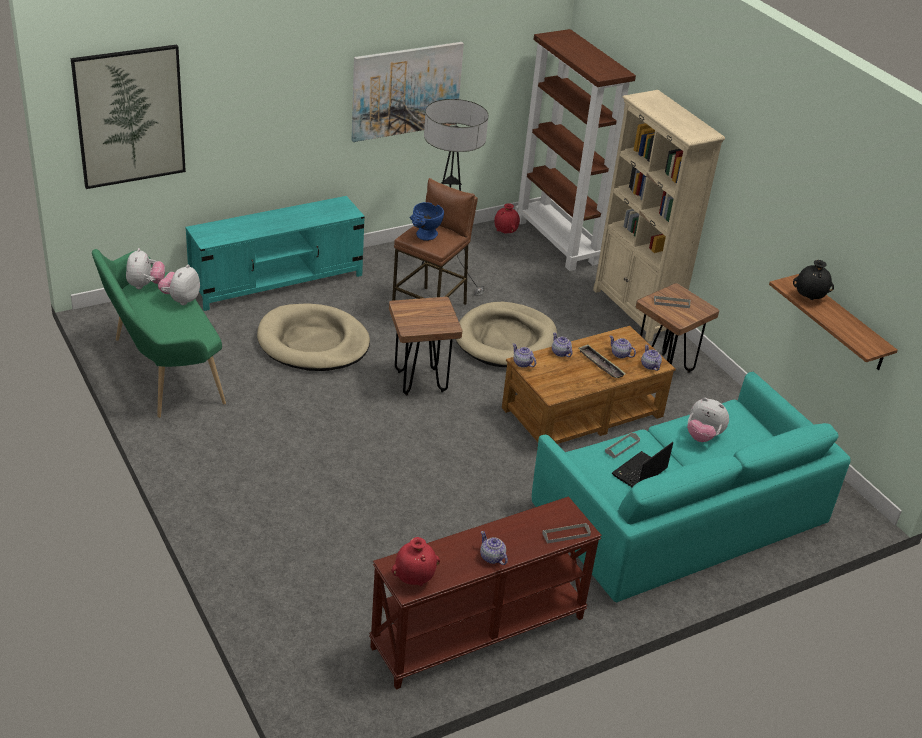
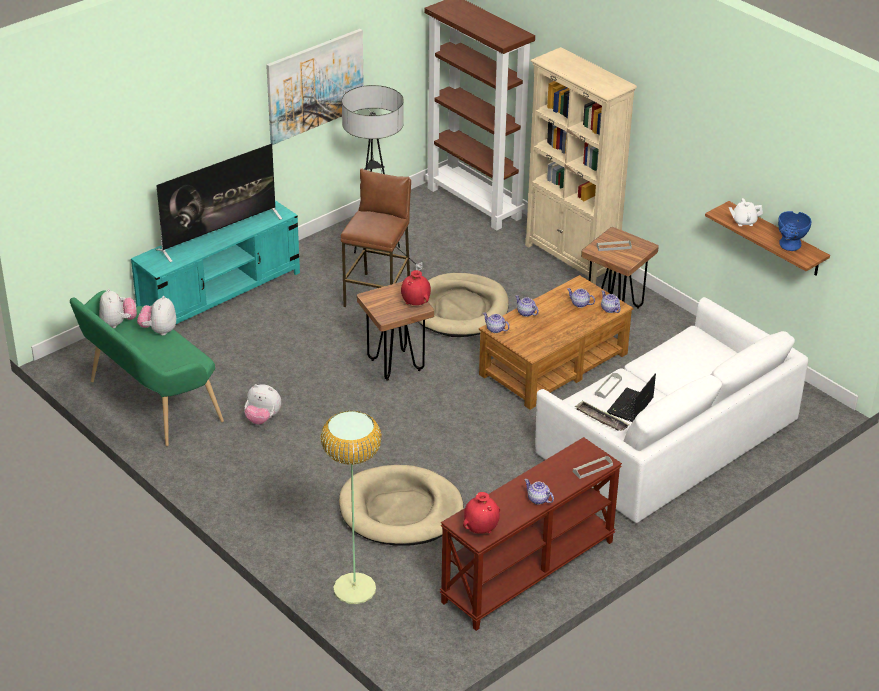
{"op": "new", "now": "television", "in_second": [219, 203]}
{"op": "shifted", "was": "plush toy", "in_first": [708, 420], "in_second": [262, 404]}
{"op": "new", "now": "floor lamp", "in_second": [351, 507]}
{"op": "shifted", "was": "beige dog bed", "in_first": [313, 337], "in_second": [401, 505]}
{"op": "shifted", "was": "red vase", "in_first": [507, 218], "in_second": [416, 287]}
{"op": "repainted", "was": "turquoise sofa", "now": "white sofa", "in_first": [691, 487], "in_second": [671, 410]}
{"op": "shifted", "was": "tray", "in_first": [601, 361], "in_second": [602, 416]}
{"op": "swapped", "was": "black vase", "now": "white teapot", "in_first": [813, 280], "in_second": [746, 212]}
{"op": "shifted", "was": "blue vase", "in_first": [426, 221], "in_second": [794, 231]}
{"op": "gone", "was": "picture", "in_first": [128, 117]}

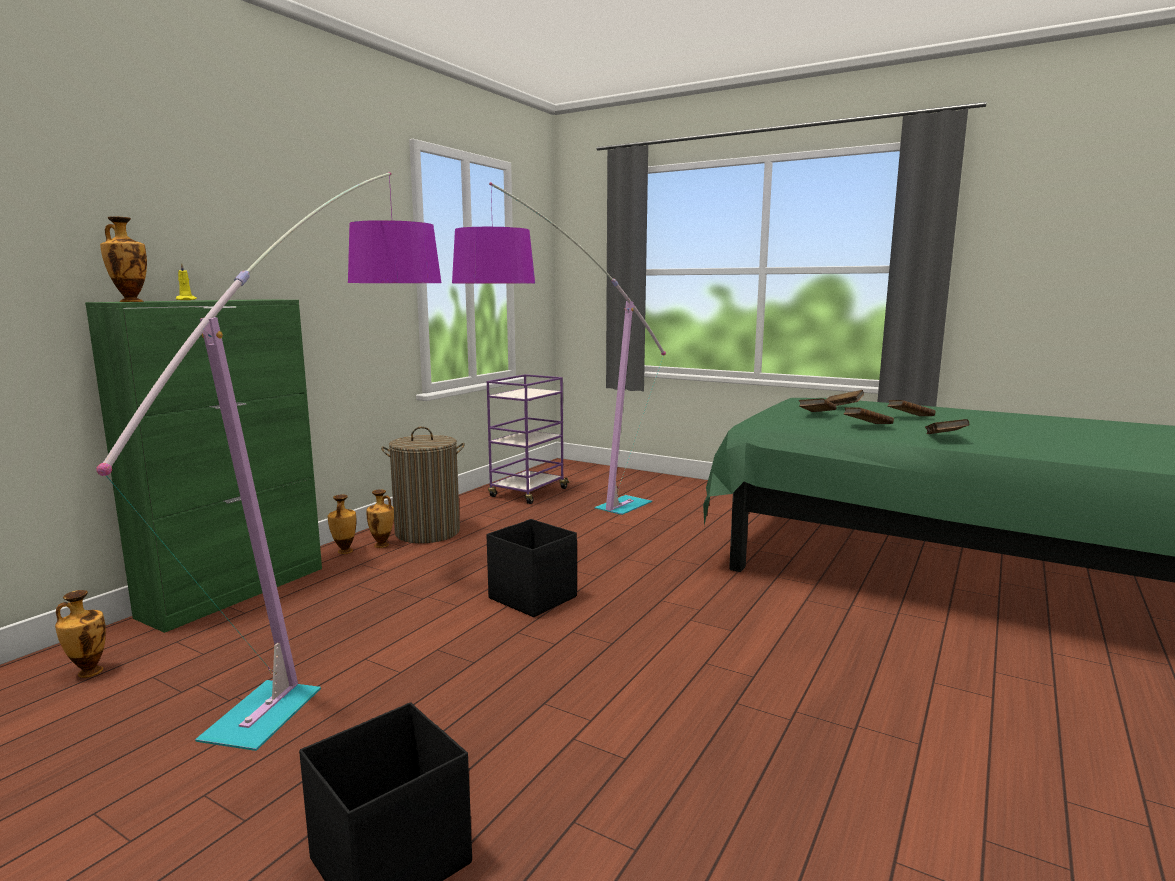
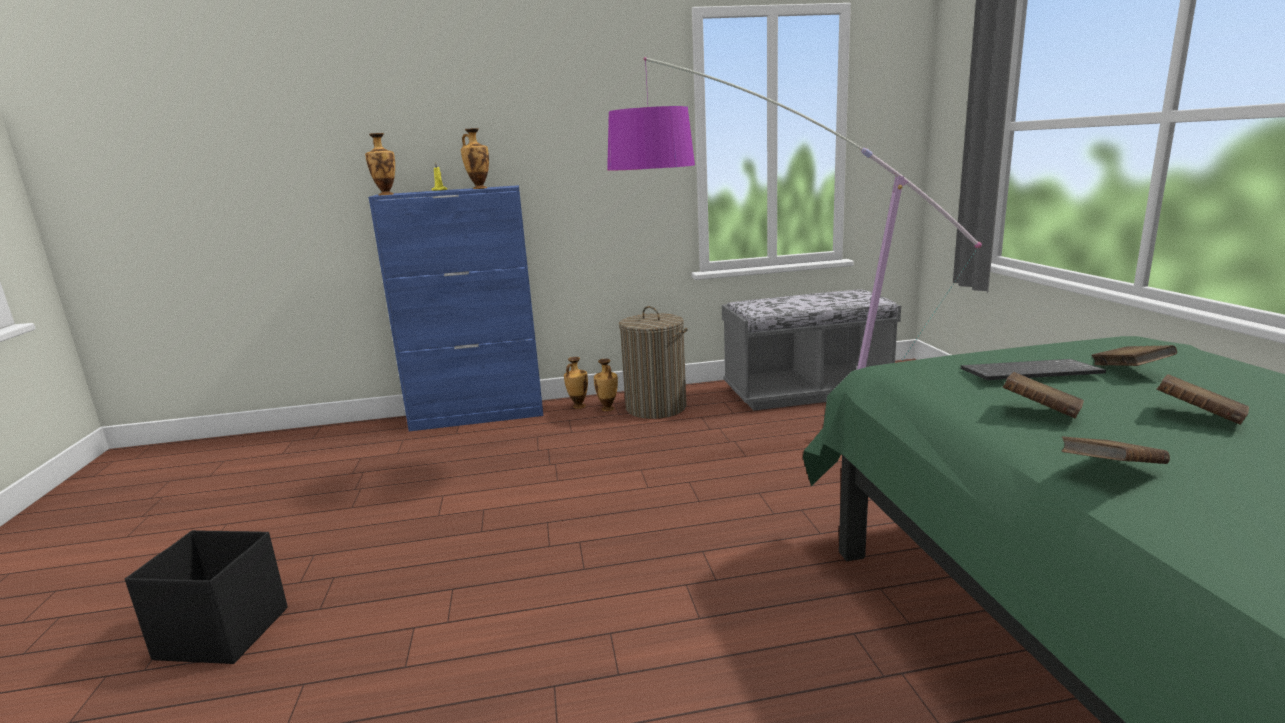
{"op": "repainted", "was": "green cabinet", "now": "blue cabinet", "in_first": [203, 466], "in_second": [455, 308]}
{"op": "shifted", "was": "vase", "in_first": [80, 634], "in_second": [475, 158]}
{"op": "swapped", "was": "purple cart", "now": "grey bench", "in_first": [528, 439], "in_second": [811, 350]}
{"op": "swapped", "was": "brown book", "now": "keyboard", "in_first": [818, 405], "in_second": [1033, 369]}
{"op": "gone", "was": "floor lamp", "in_first": [268, 461]}
{"op": "gone", "was": "black storage box", "in_first": [532, 568]}

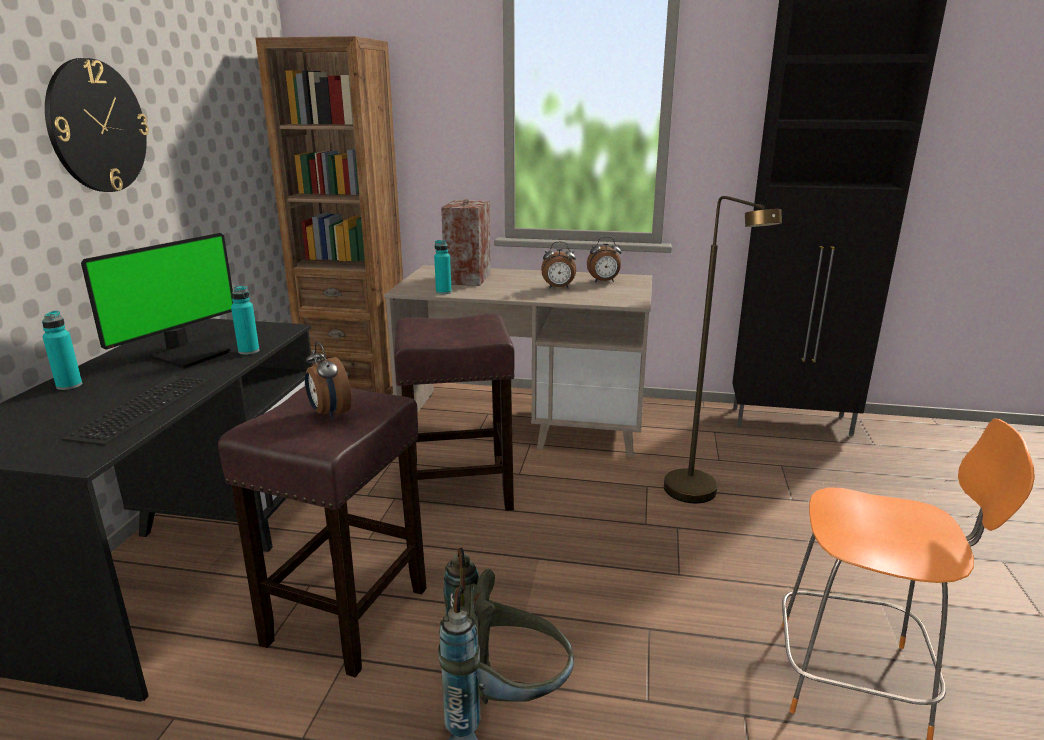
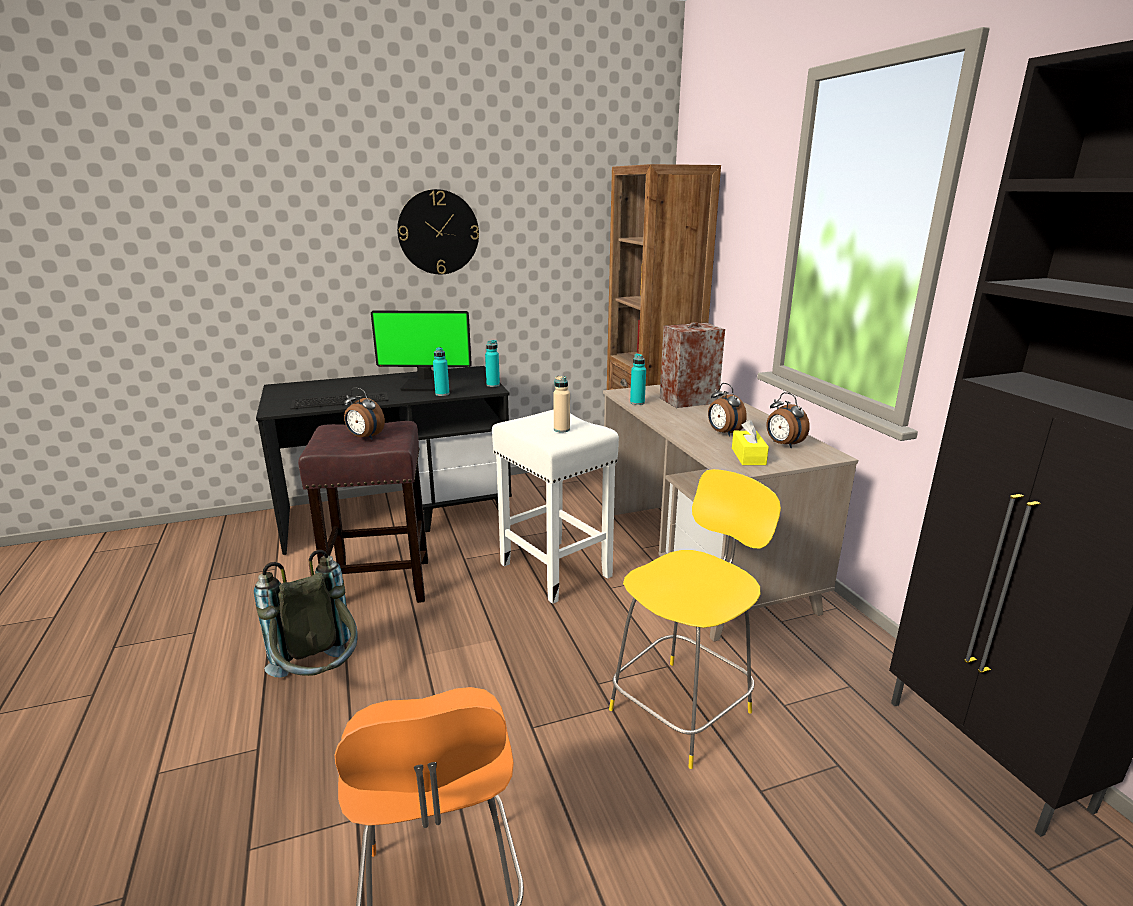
{"op": "rotated", "was": "alarm clock", "in_first": [328, 380], "in_second": [364, 414], "clockwise": -90}
{"op": "shifted", "was": "turquoise bottle", "in_first": [62, 350], "in_second": [492, 363]}
{"op": "repainted", "was": "brown stool", "now": "white stool", "in_first": [454, 412], "in_second": [555, 506]}
{"op": "new", "now": "beige bottle", "in_second": [561, 404]}
{"op": "swapped", "was": "brown floor lamp", "now": "yellow chair", "in_first": [723, 349], "in_second": [695, 619]}
{"op": "new", "now": "yellow tissue box", "in_second": [750, 442]}

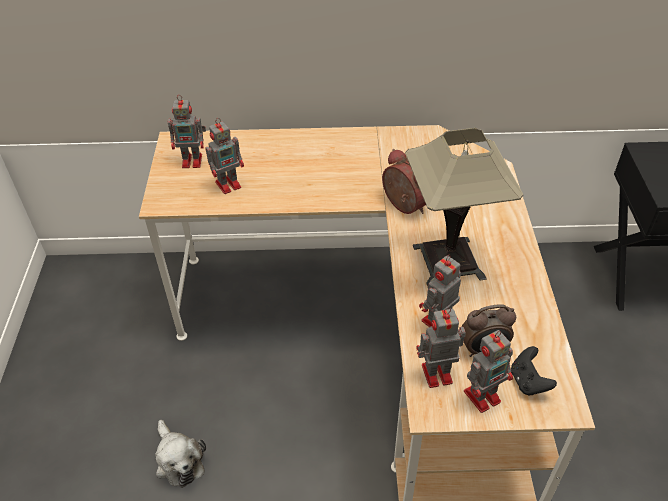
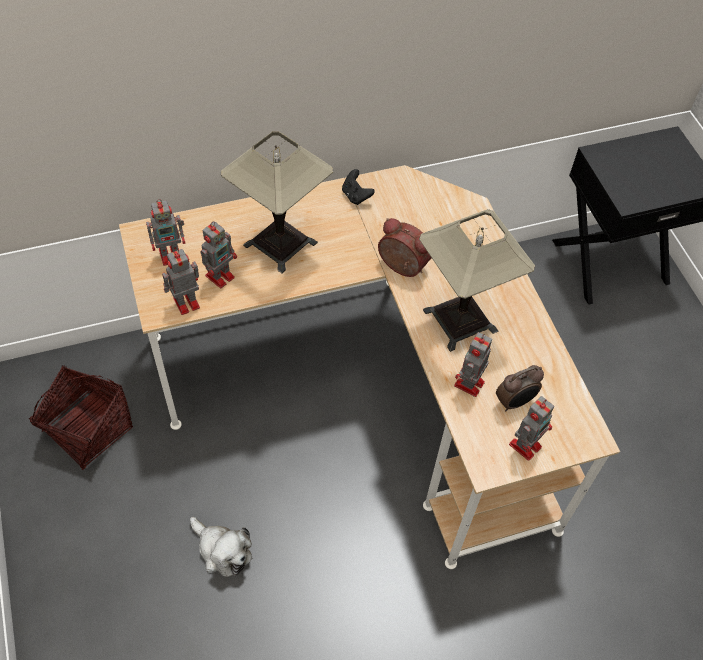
{"op": "new", "now": "basket", "in_second": [81, 417]}
{"op": "shifted", "was": "toy robot", "in_first": [440, 348], "in_second": [181, 282]}
{"op": "new", "now": "table lamp", "in_second": [277, 202]}
{"op": "shifted", "was": "black game controller", "in_first": [534, 371], "in_second": [358, 187]}

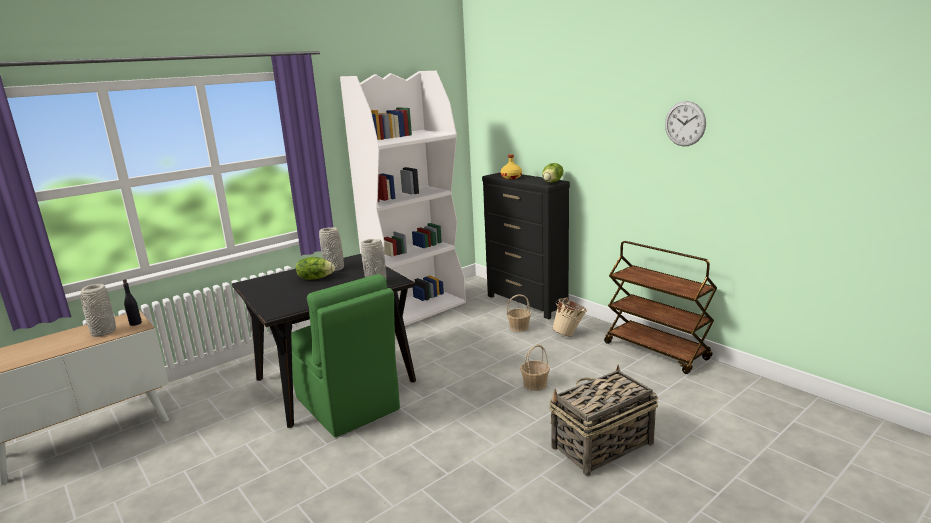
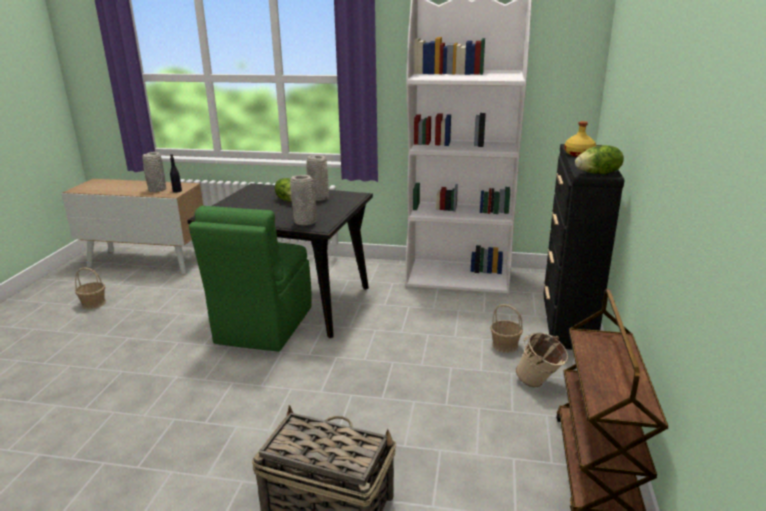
{"op": "shifted", "was": "basket", "in_first": [535, 368], "in_second": [90, 288]}
{"op": "gone", "was": "wall clock", "in_first": [685, 123]}

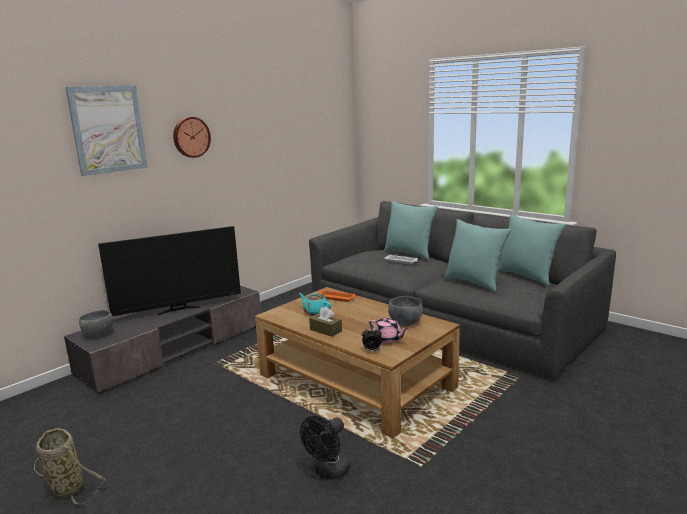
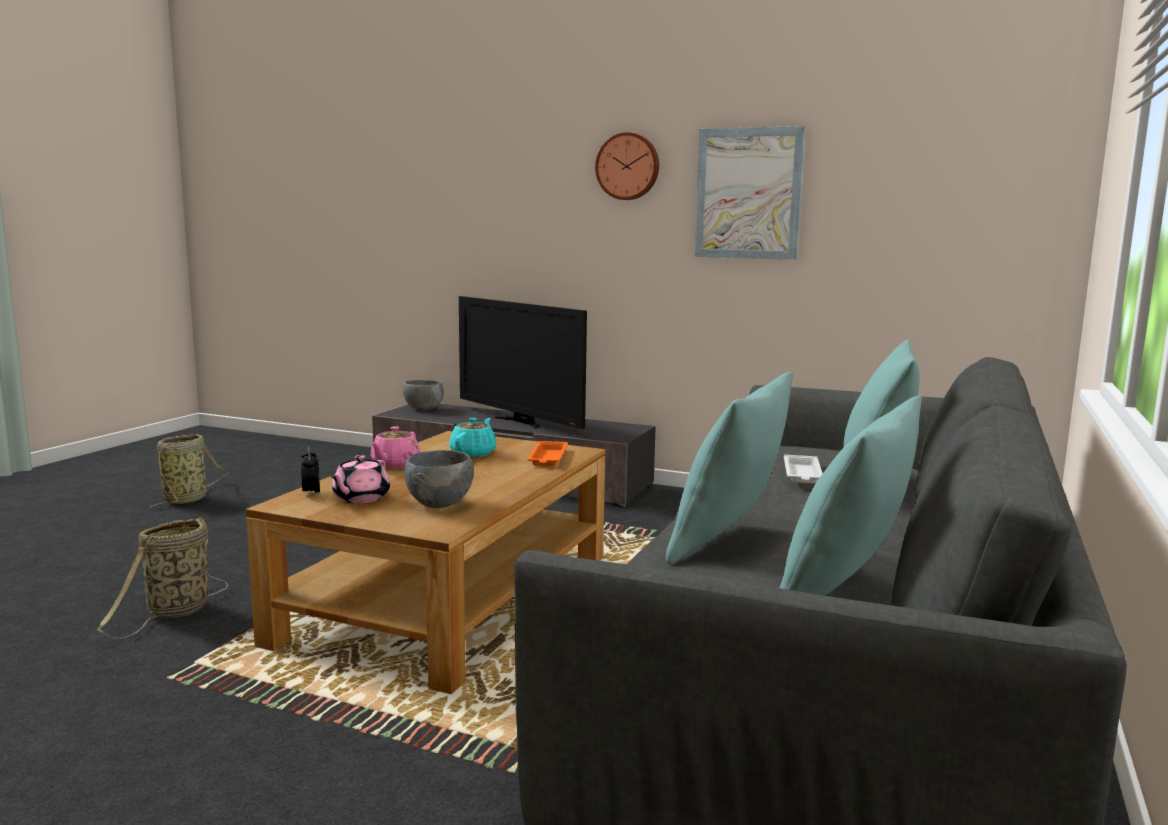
{"op": "swapped", "was": "black fan", "now": "basket", "in_first": [325, 448], "in_second": [162, 577]}
{"op": "swapped", "was": "brown tissue box", "now": "pink teapot", "in_first": [325, 322], "in_second": [395, 447]}
{"op": "shifted", "was": "picture", "in_first": [107, 131], "in_second": [749, 193]}

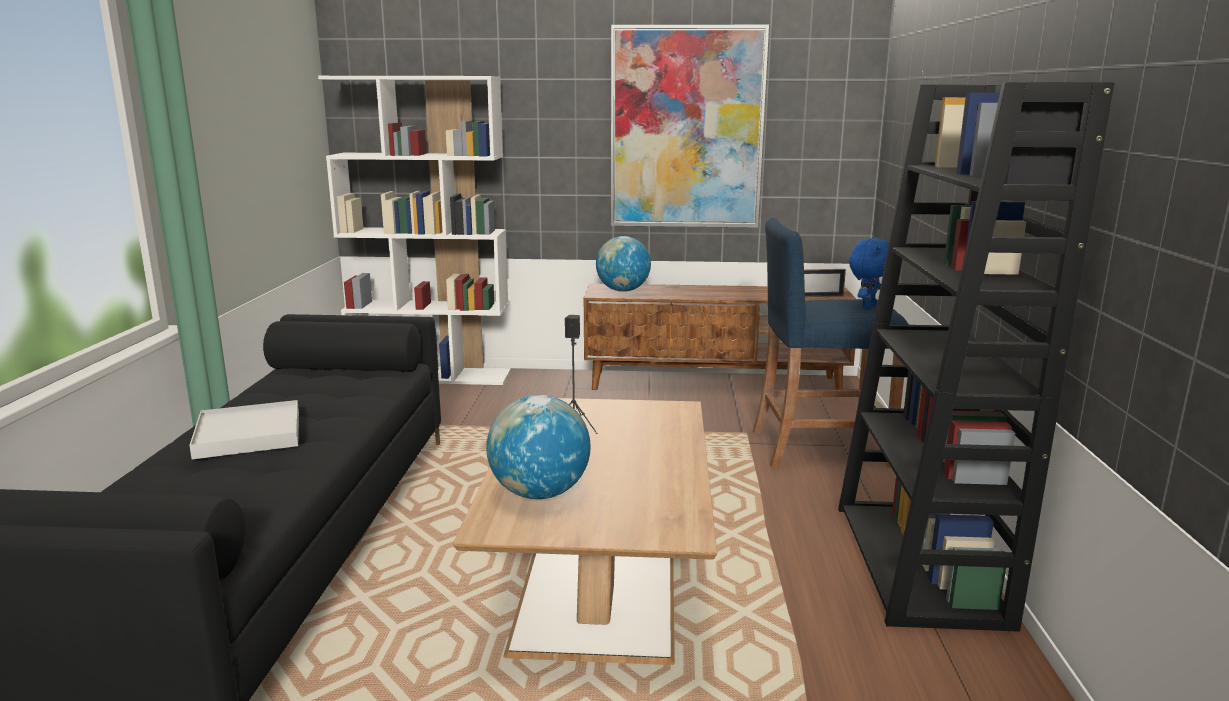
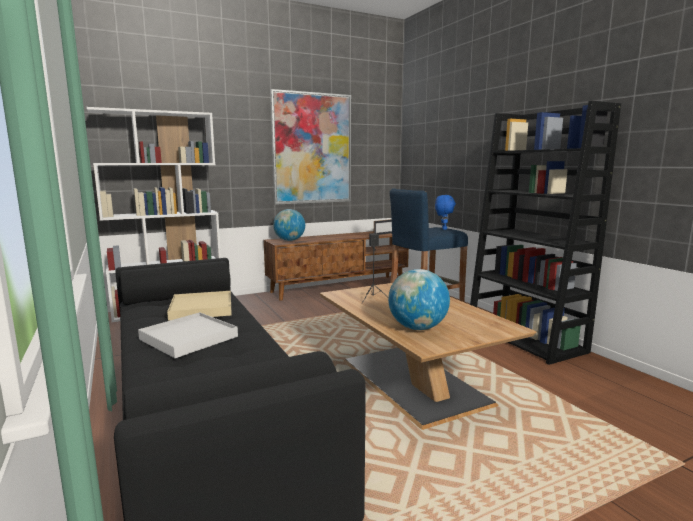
{"op": "new", "now": "beige tray", "in_second": [199, 306]}

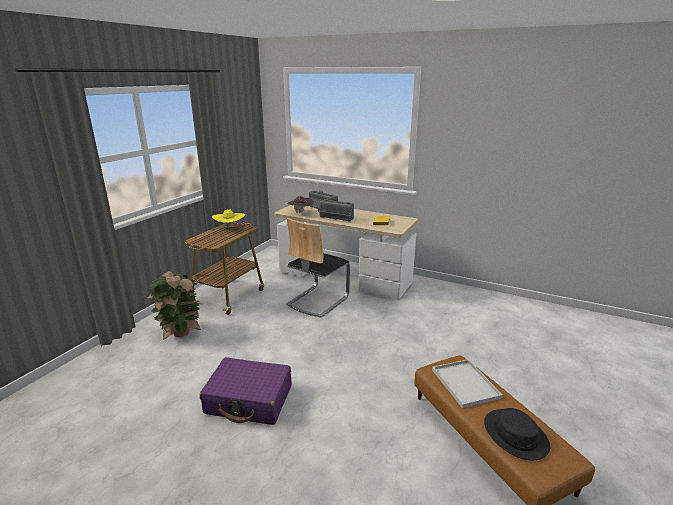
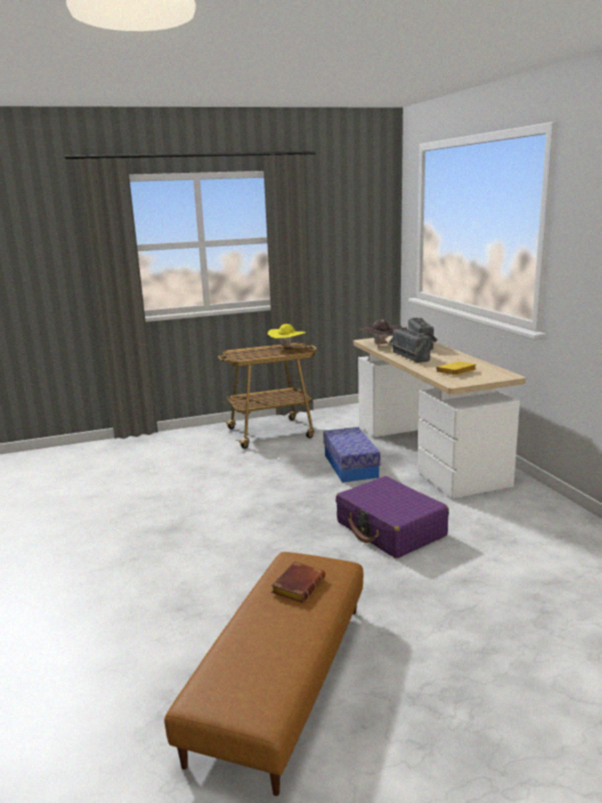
{"op": "swapped", "was": "white tray", "now": "brown book", "in_first": [467, 383], "in_second": [298, 582]}
{"op": "swapped", "was": "chair", "now": "storage box", "in_first": [318, 268], "in_second": [351, 454]}
{"op": "shifted", "was": "purple suitcase", "in_first": [246, 391], "in_second": [392, 517]}
{"op": "gone", "was": "potted plant", "in_first": [173, 305]}
{"op": "gone", "was": "black hat", "in_first": [517, 434]}

